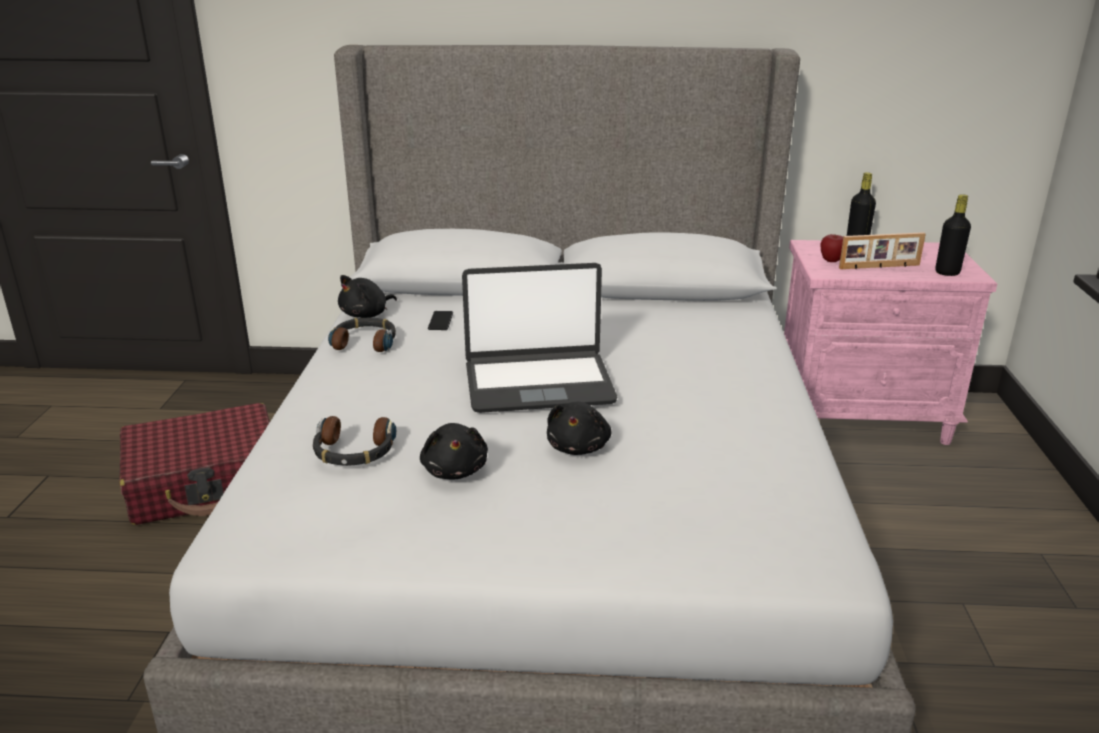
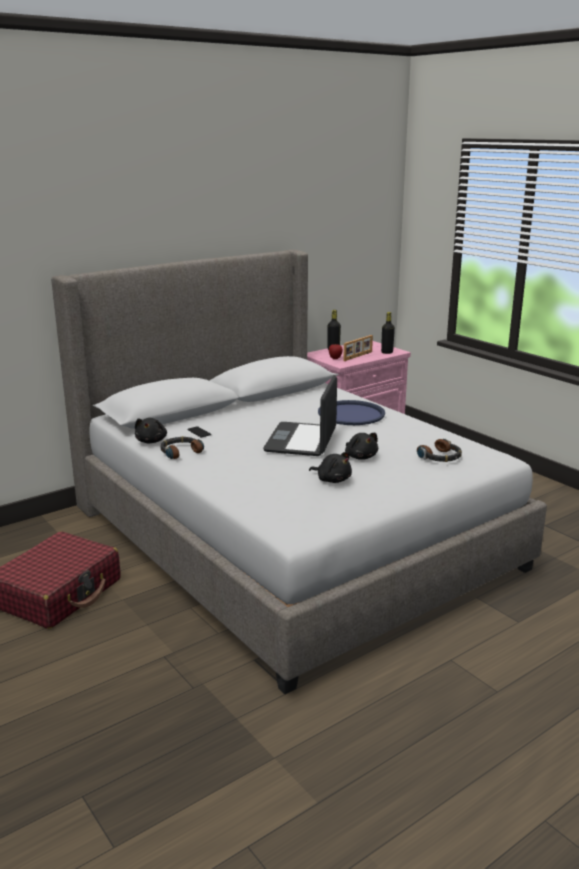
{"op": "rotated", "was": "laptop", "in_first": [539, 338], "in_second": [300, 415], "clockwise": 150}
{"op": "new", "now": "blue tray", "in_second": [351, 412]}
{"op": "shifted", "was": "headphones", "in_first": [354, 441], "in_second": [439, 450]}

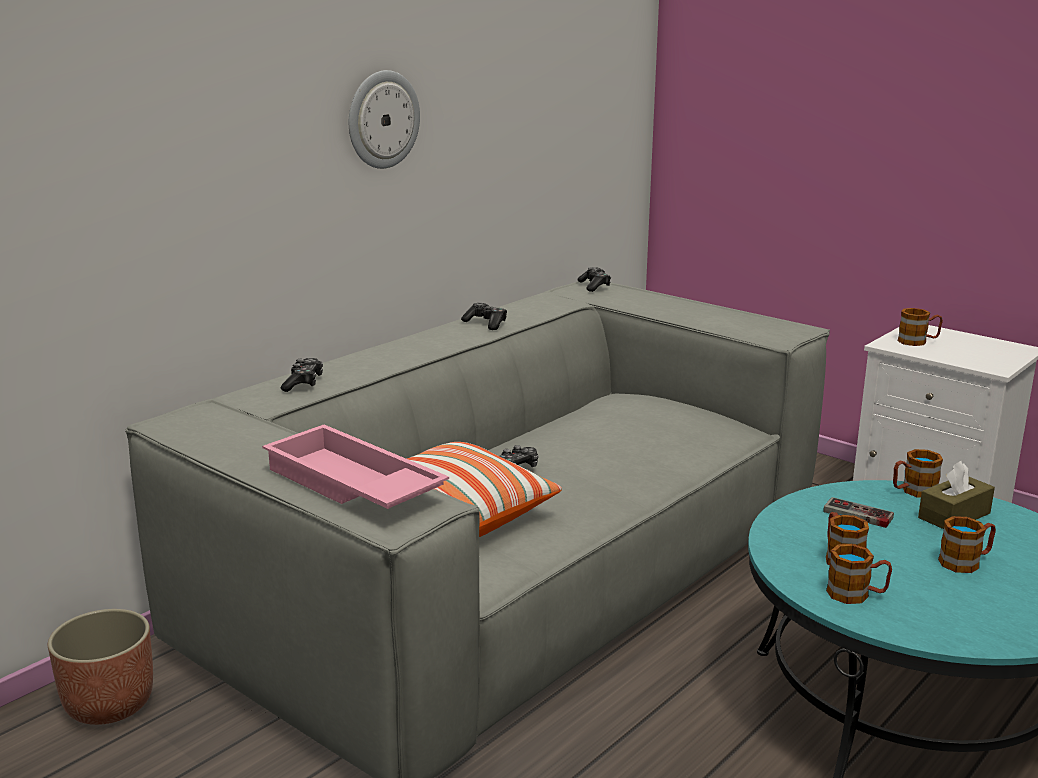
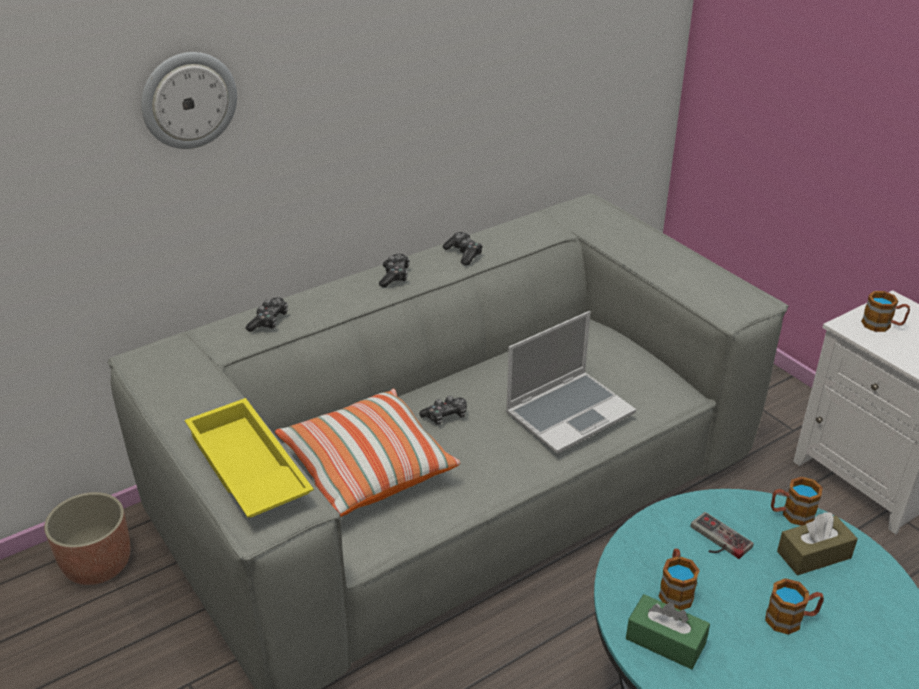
{"op": "shifted", "was": "wall clock", "in_first": [384, 119], "in_second": [189, 100]}
{"op": "repainted", "was": "pink tray", "now": "yellow tray", "in_first": [355, 467], "in_second": [249, 458]}
{"op": "shifted", "was": "game controller", "in_first": [594, 279], "in_second": [394, 270]}
{"op": "new", "now": "laptop", "in_second": [571, 382]}
{"op": "swapped", "was": "mug", "now": "green tissue box", "in_first": [859, 574], "in_second": [668, 631]}

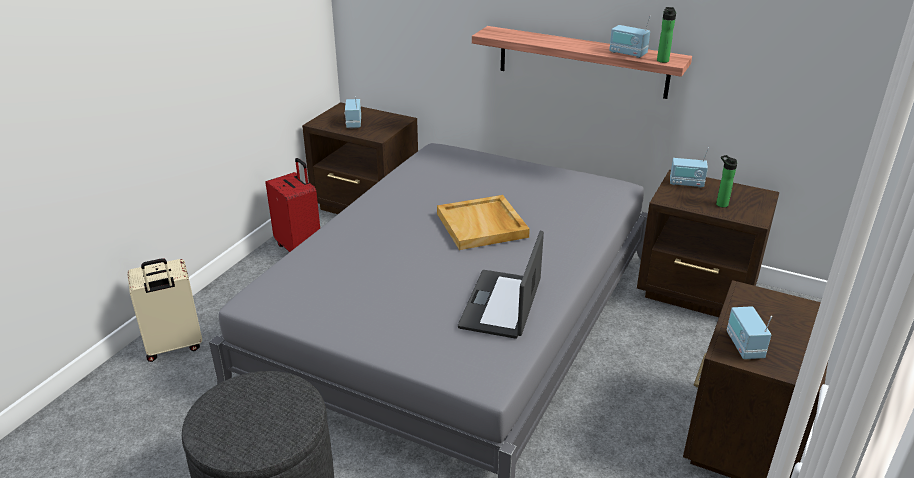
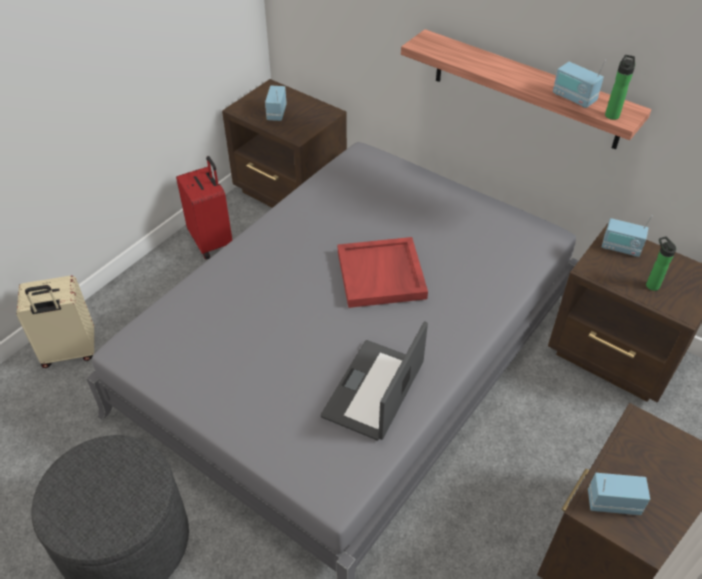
{"op": "repainted", "was": "beige tray", "now": "red tray", "in_first": [483, 222], "in_second": [383, 272]}
{"op": "rotated", "was": "radio", "in_first": [749, 332], "in_second": [619, 494], "clockwise": 90}

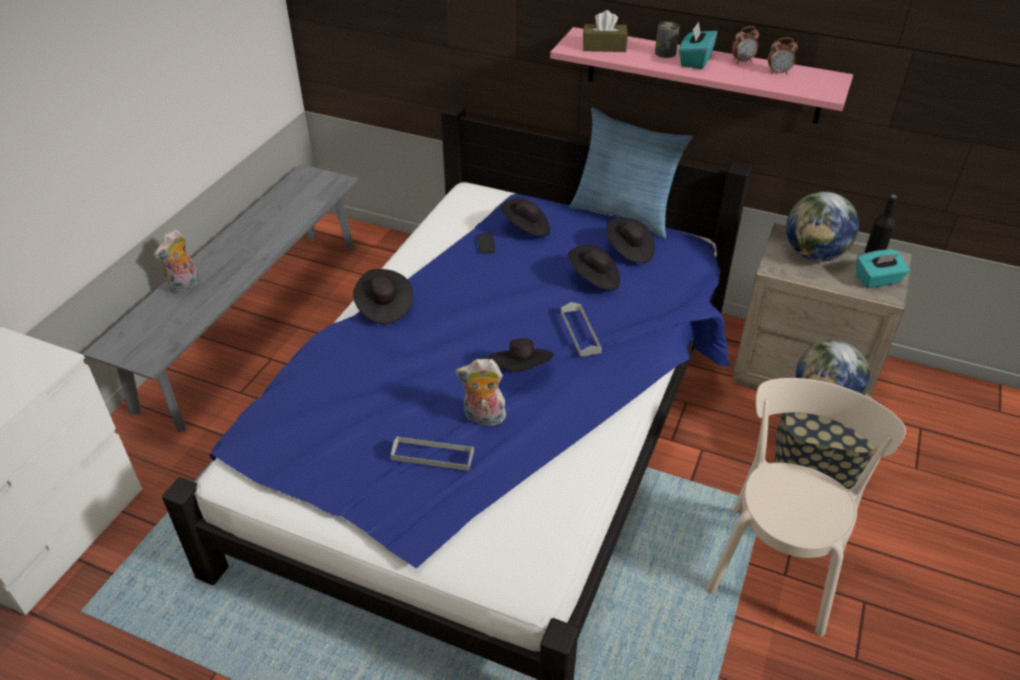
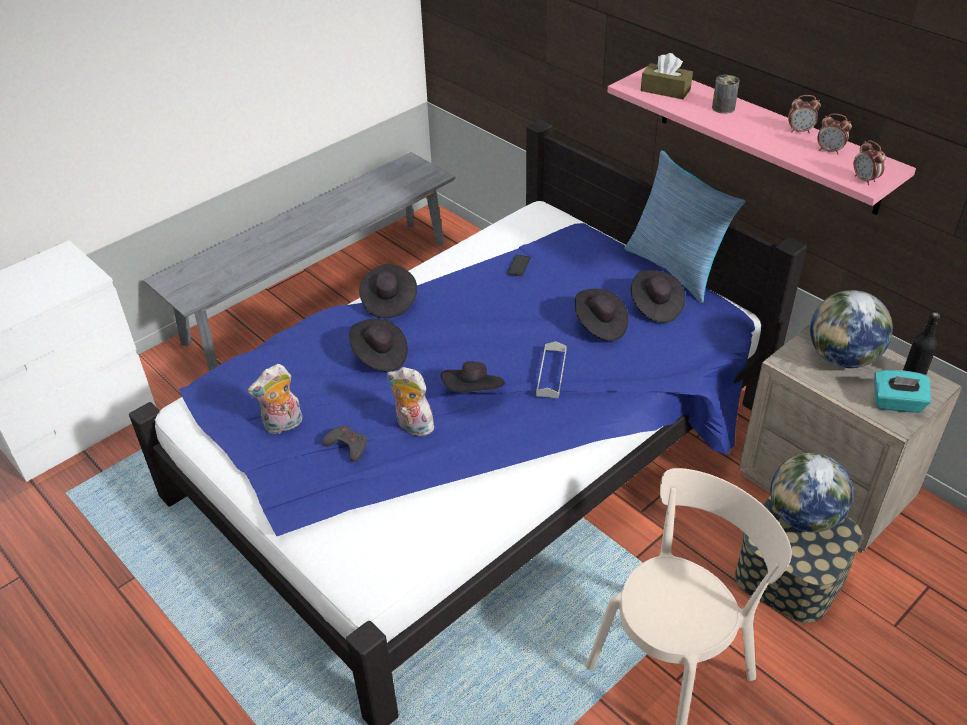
{"op": "shifted", "was": "plush toy", "in_first": [177, 261], "in_second": [275, 399]}
{"op": "swapped", "was": "grey tray", "now": "grey game controller", "in_first": [432, 453], "in_second": [344, 443]}
{"op": "shifted", "was": "black hat", "in_first": [525, 217], "in_second": [378, 345]}
{"op": "new", "now": "alarm clock", "in_second": [870, 162]}
{"op": "gone", "was": "turquoise tissue box", "in_first": [698, 45]}

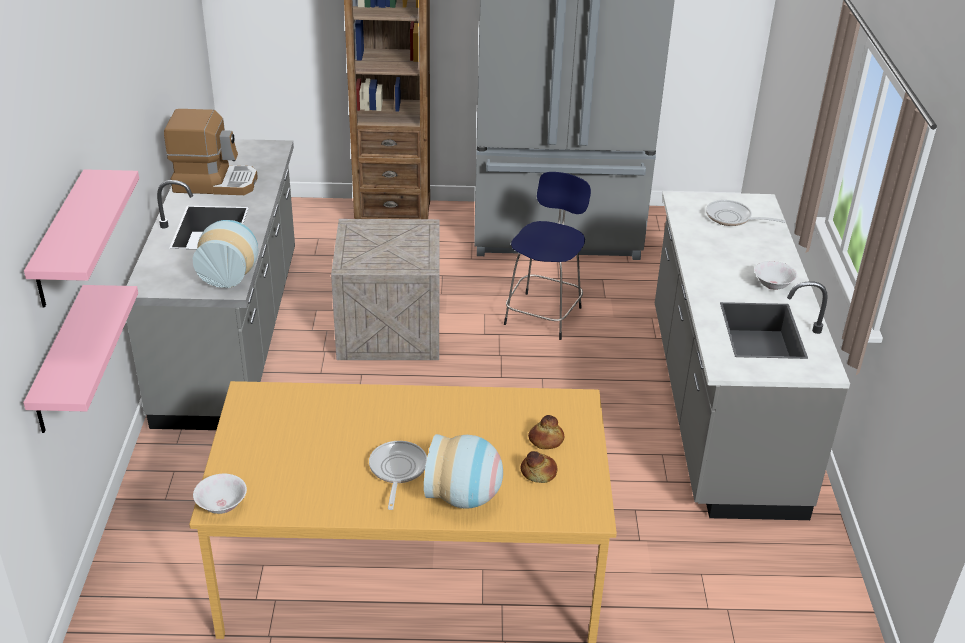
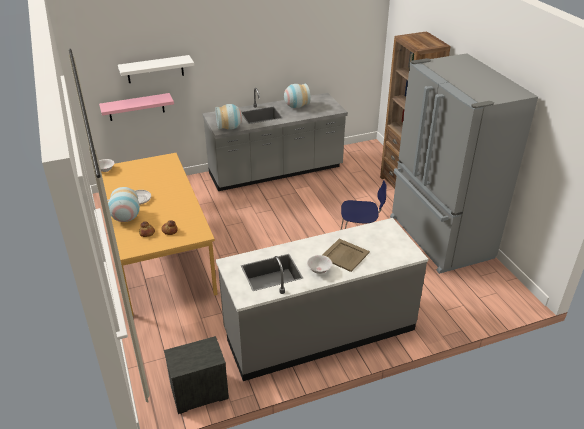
{"op": "repainted", "was": "pink shelf", "now": "white shelf", "in_first": [81, 238], "in_second": [156, 69]}
{"op": "new", "now": "nightstand", "in_second": [196, 375]}
{"op": "swapped", "was": "coffee machine", "now": "vase", "in_first": [211, 152], "in_second": [297, 96]}
{"op": "new", "now": "beige tray", "in_second": [346, 255]}
{"op": "gone", "was": "crate", "in_first": [385, 289]}
{"op": "gone", "was": "frying pan", "in_first": [746, 213]}

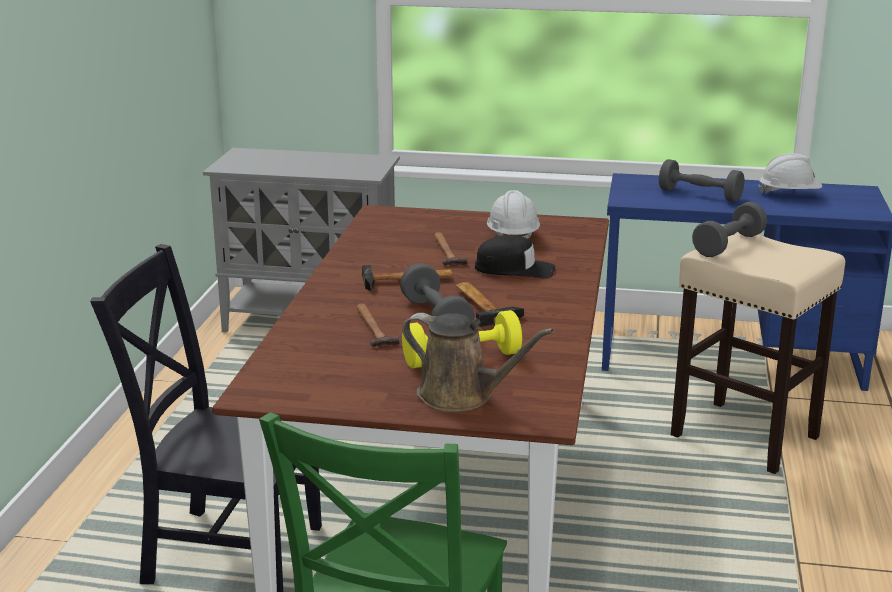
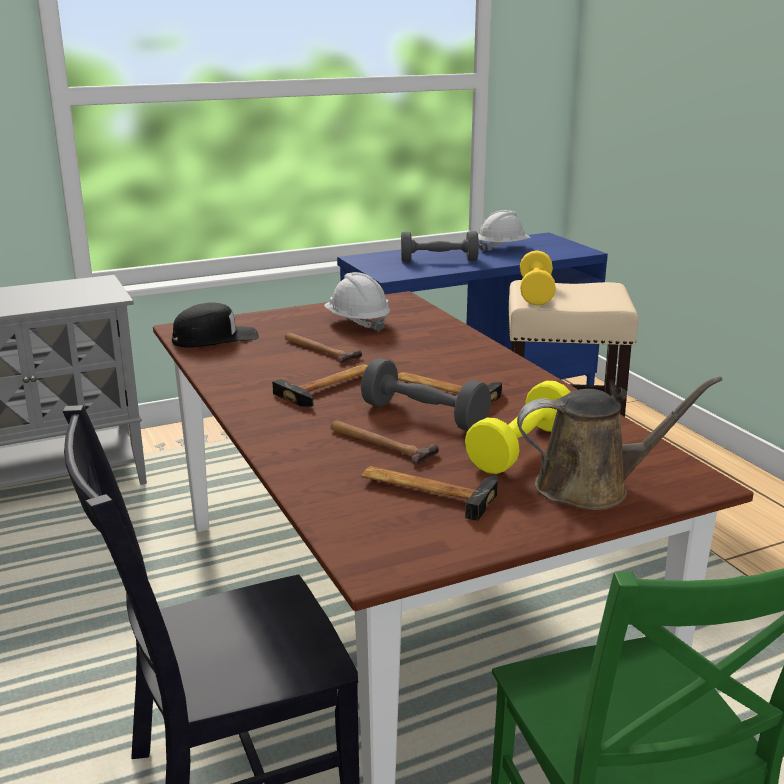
{"op": "shifted", "was": "black cap", "in_first": [515, 257], "in_second": [215, 325]}
{"op": "new", "now": "hammer", "in_second": [430, 493]}
{"op": "repainted", "was": "grey dumbbell", "now": "yellow dumbbell", "in_first": [729, 229], "in_second": [538, 277]}

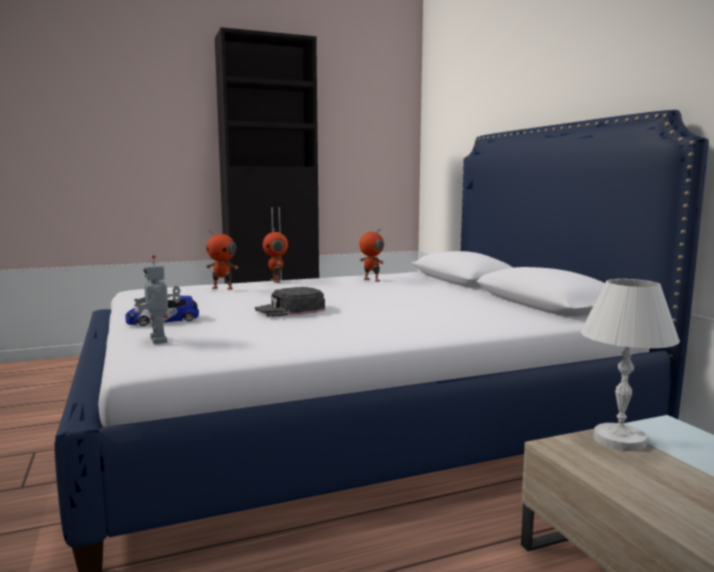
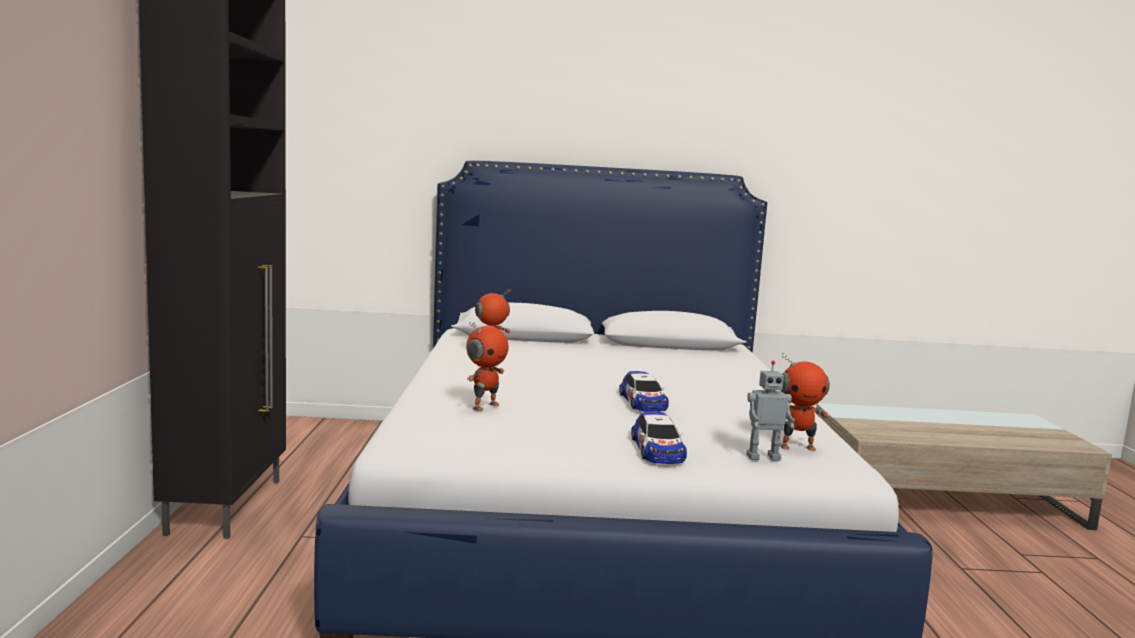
{"op": "swapped", "was": "black cap", "now": "toy car", "in_first": [290, 302], "in_second": [644, 391]}
{"op": "shifted", "was": "toy robot", "in_first": [275, 255], "in_second": [805, 402]}
{"op": "gone", "was": "white table lamp", "in_first": [630, 365]}

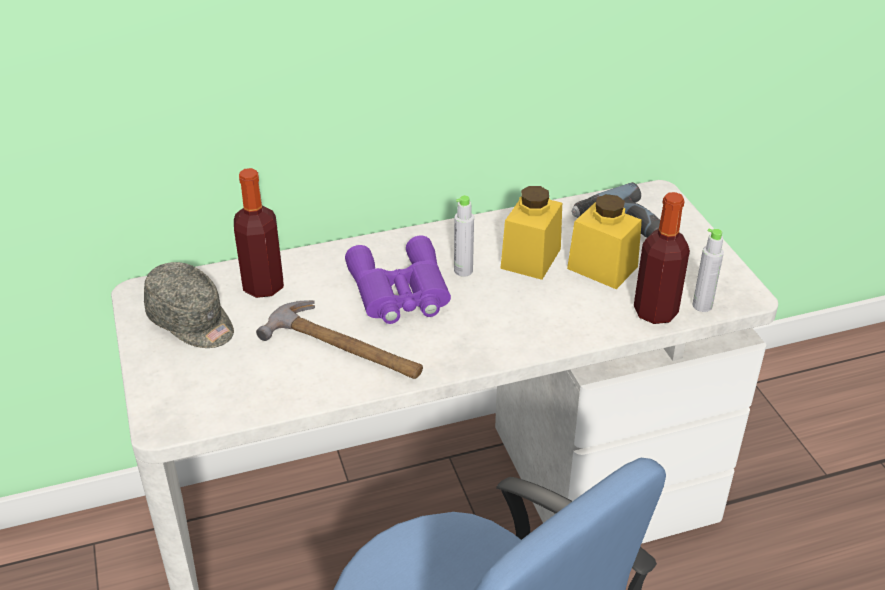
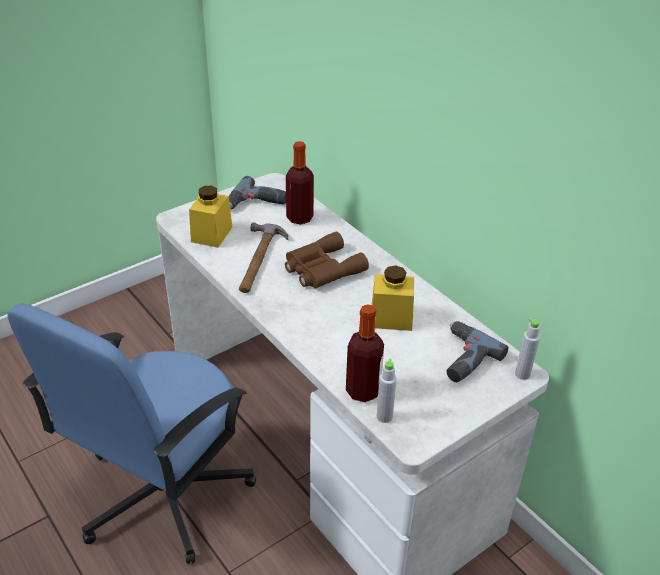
{"op": "shifted", "was": "yellow jar", "in_first": [604, 241], "in_second": [210, 217]}
{"op": "swapped", "was": "grey cap", "now": "power drill", "in_first": [189, 305], "in_second": [257, 192]}
{"op": "repainted", "was": "purple binoculars", "now": "brown binoculars", "in_first": [398, 279], "in_second": [327, 260]}
{"op": "shifted", "was": "grey bottle", "in_first": [464, 236], "in_second": [527, 349]}

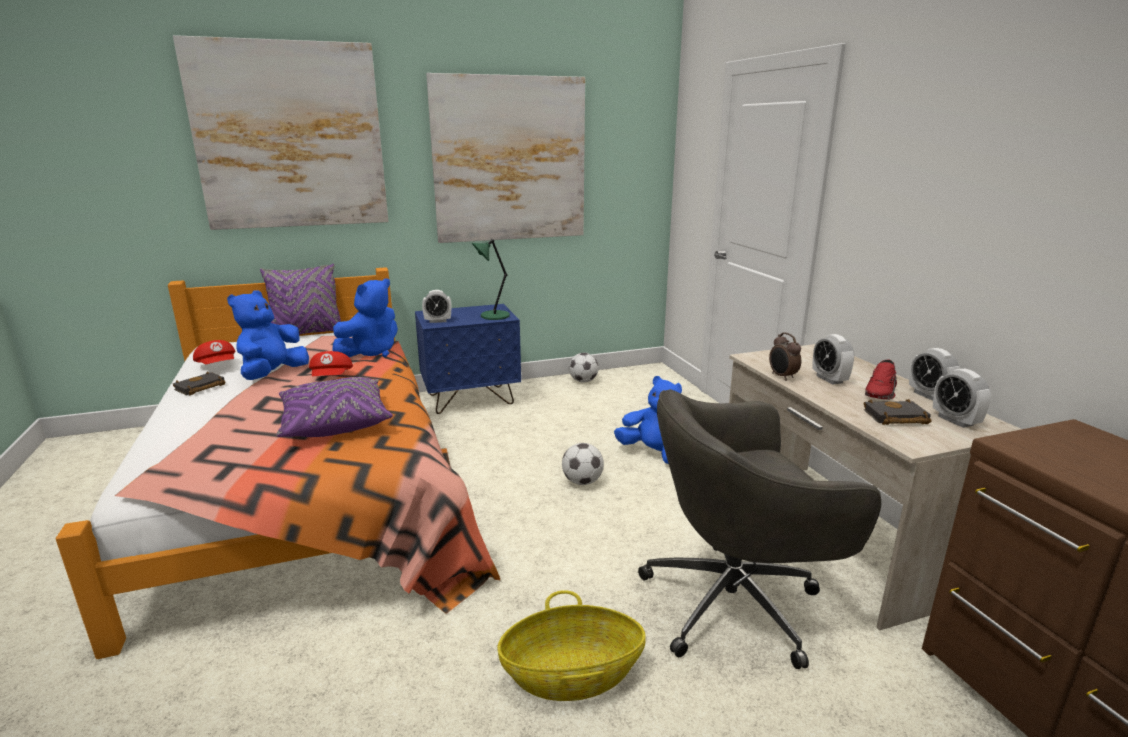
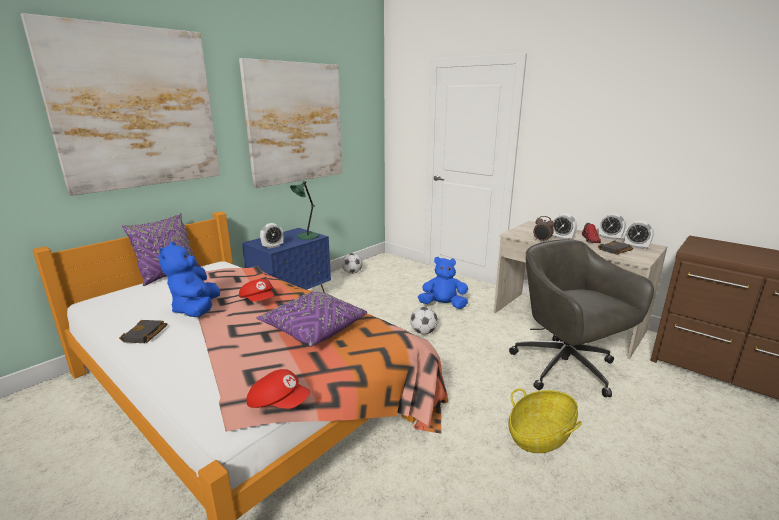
{"op": "shifted", "was": "red cap", "in_first": [214, 352], "in_second": [278, 389]}
{"op": "rotated", "was": "grey office chair", "in_first": [760, 529], "in_second": [581, 318], "clockwise": 105}
{"op": "gone", "was": "blue plush toy", "in_first": [365, 317]}

